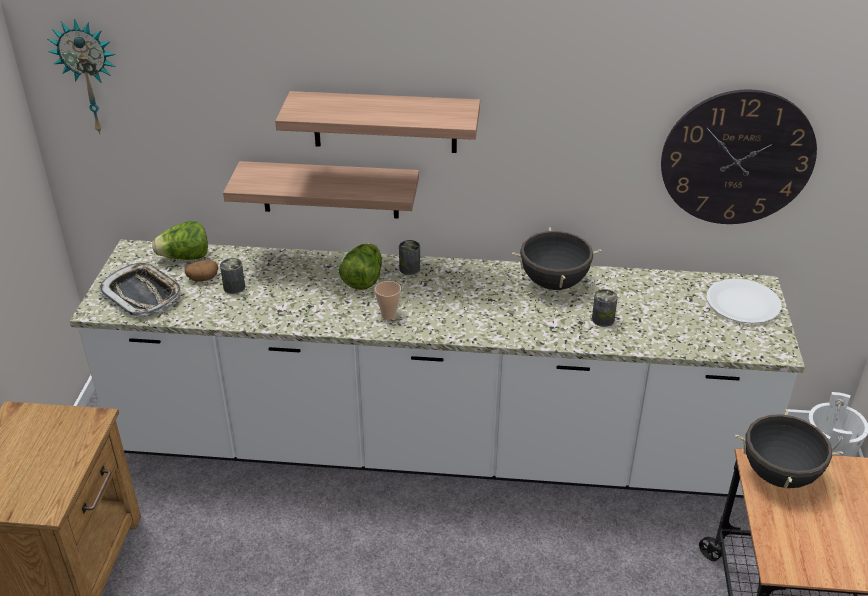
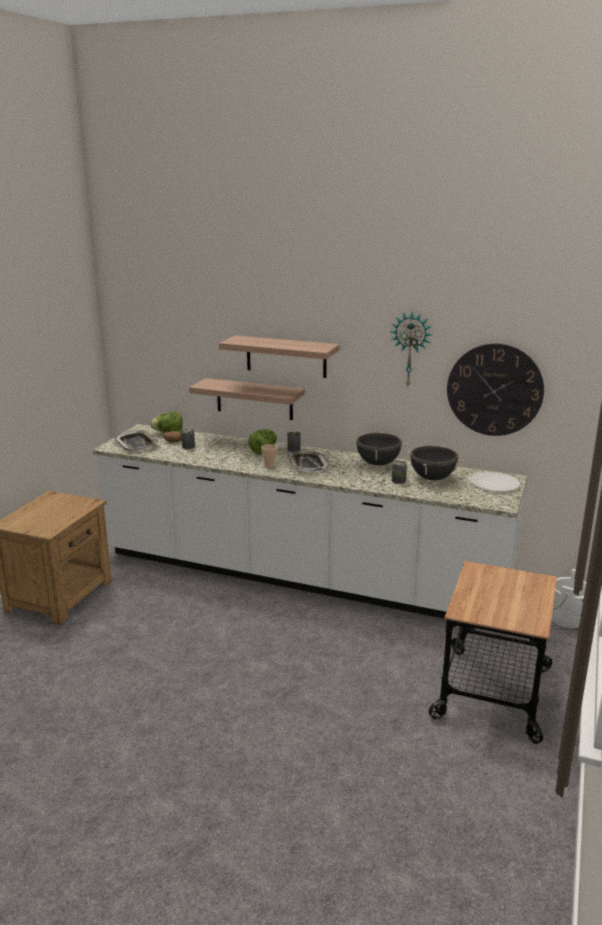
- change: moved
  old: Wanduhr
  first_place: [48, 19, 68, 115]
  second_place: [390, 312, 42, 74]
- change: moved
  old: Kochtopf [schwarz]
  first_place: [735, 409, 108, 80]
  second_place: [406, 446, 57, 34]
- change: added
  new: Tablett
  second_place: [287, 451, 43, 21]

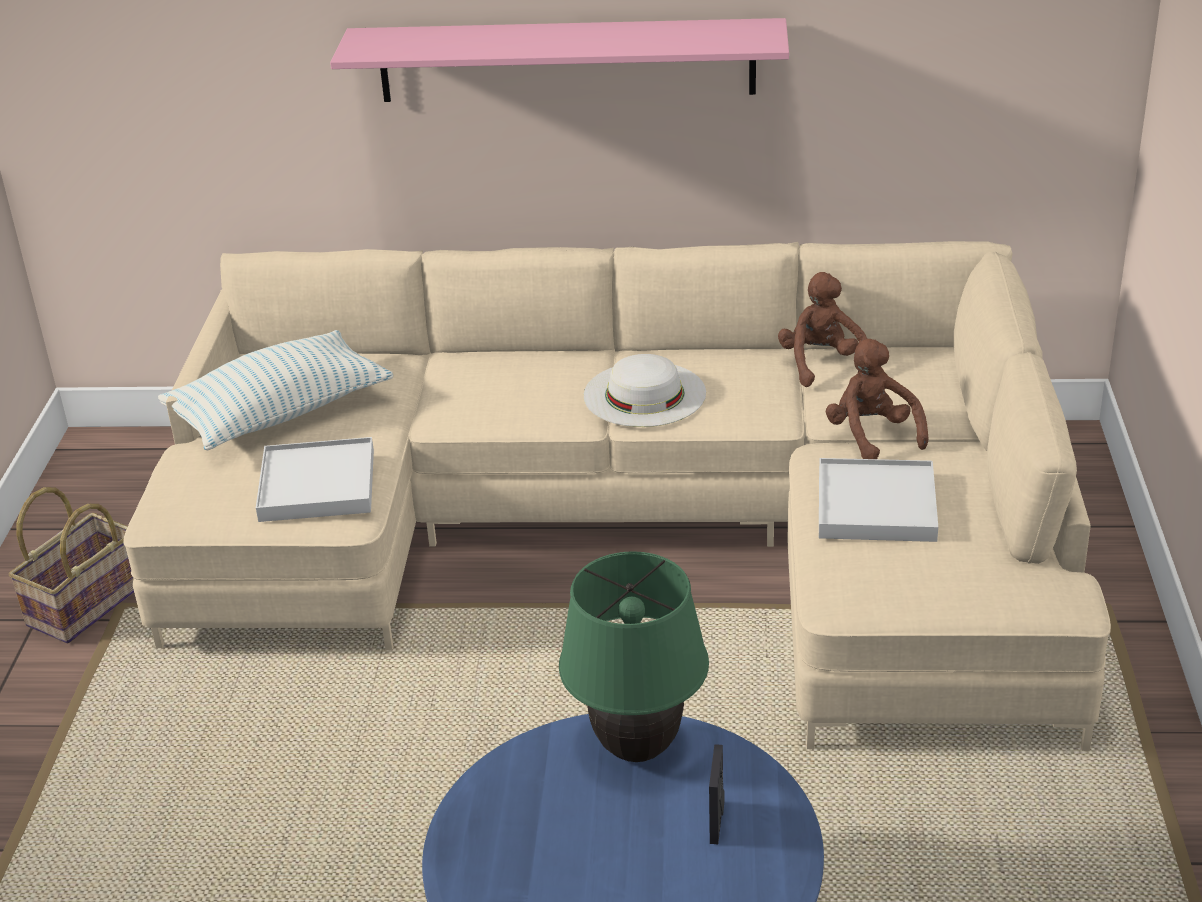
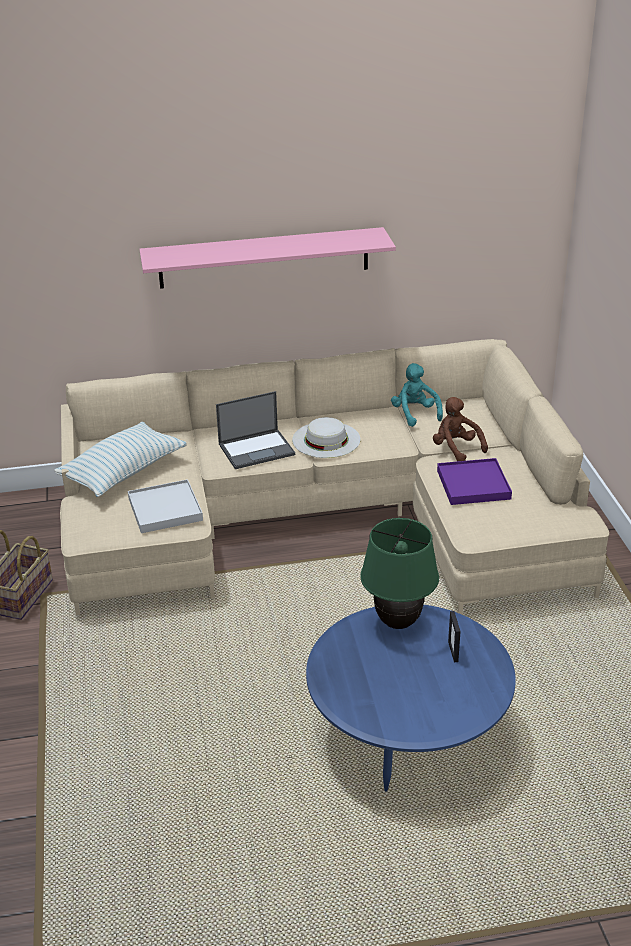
- change: recoloured
  old: Plüschtier [braun]
  new: Plüschtier [türkis]
  first_place: [778, 272, 89, 115]
  second_place: [391, 363, 52, 64]
- change: recoloured
  old: Tablett [weiß]
  new: Tablett [lila]
  first_place: [819, 458, 119, 84]
  second_place: [437, 458, 75, 47]
- change: added
  new: Laptop
  second_place: [216, 391, 79, 78]

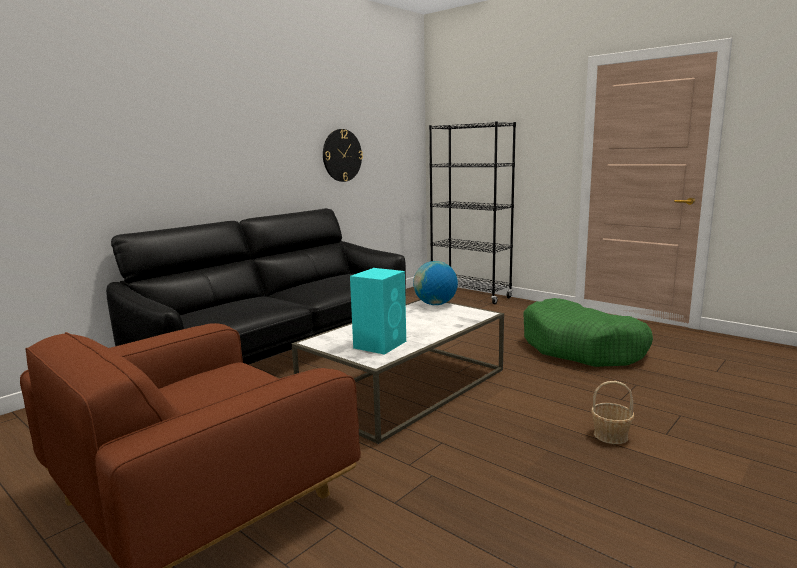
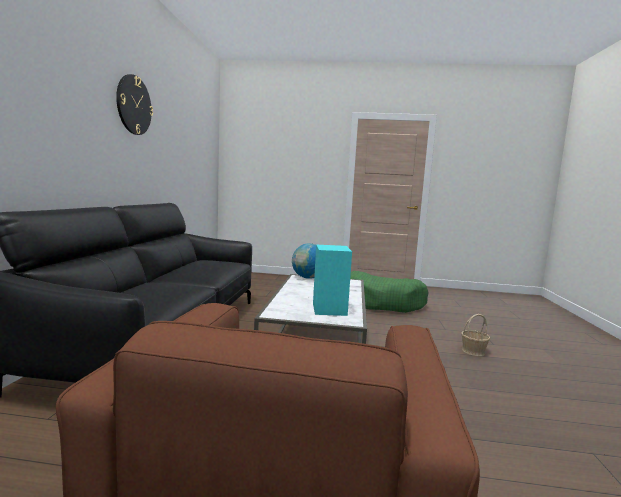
- change: moved
  old: Wanduhr
  first_place: [323, 129, 40, 53]
  second_place: [116, 74, 37, 61]
- change: removed
  old: Bücherregal [schwarz]
  first_place: [429, 121, 87, 183]

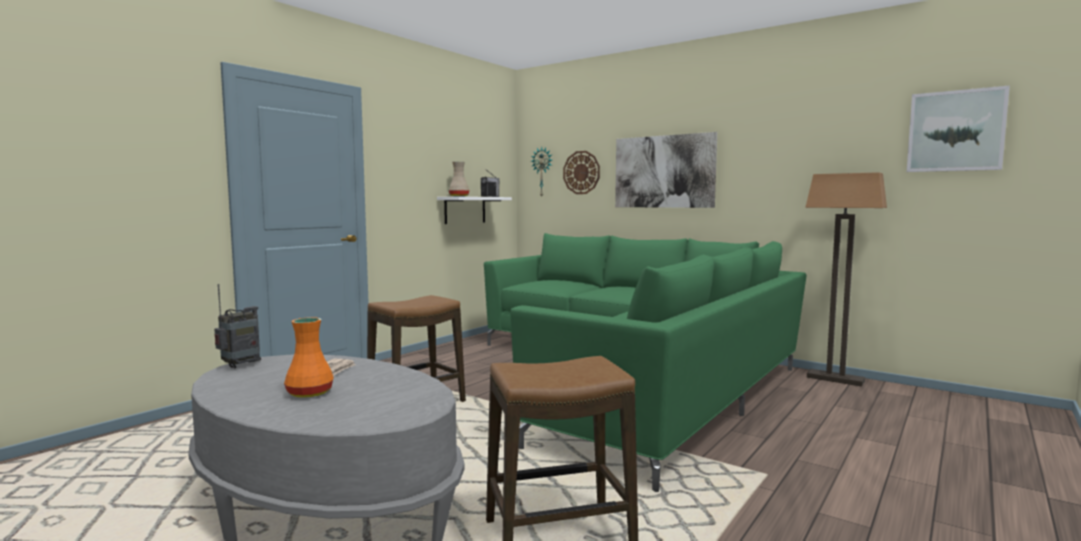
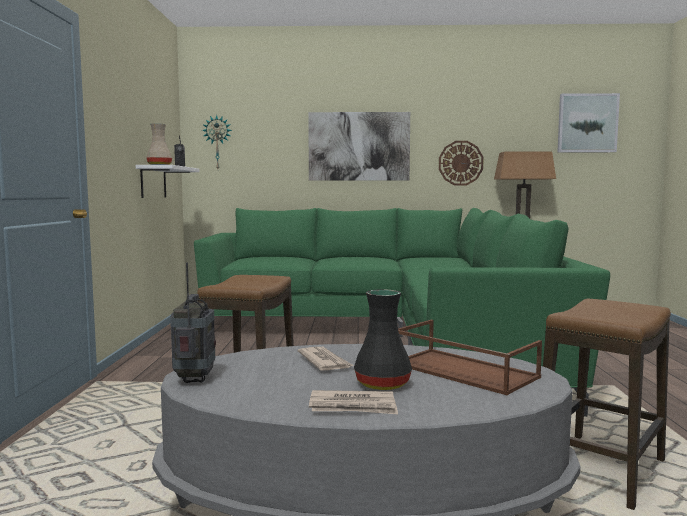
- change: recoloured
  old: Vase [orange]
  new: Vase [schwarz]
  first_place: [284, 317, 50, 81]
  second_place: [354, 289, 58, 101]
- change: moved
  old: Wanduhr
  first_place: [563, 151, 37, 43]
  second_place: [439, 141, 45, 45]
- change: added
  new: Zeitung
  second_place: [309, 390, 89, 24]
- change: added
  new: Tablett [braun]
  second_place: [398, 320, 144, 75]

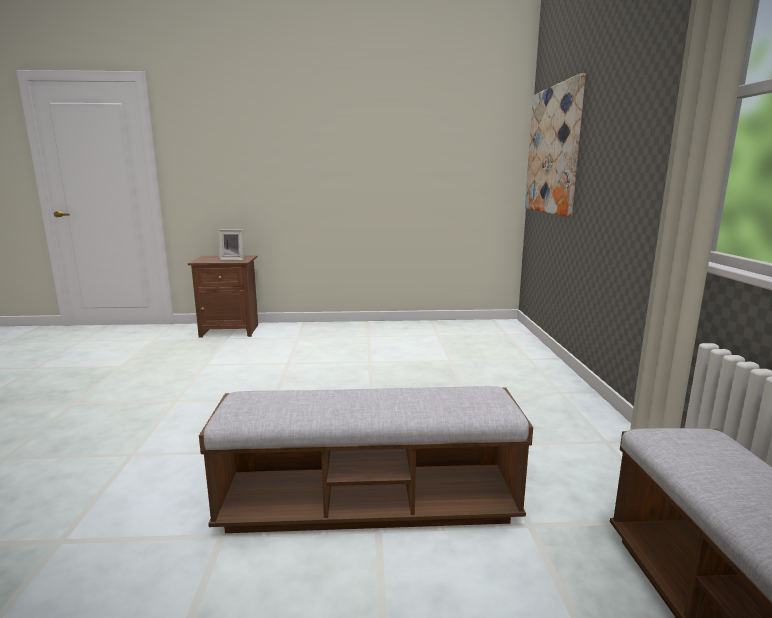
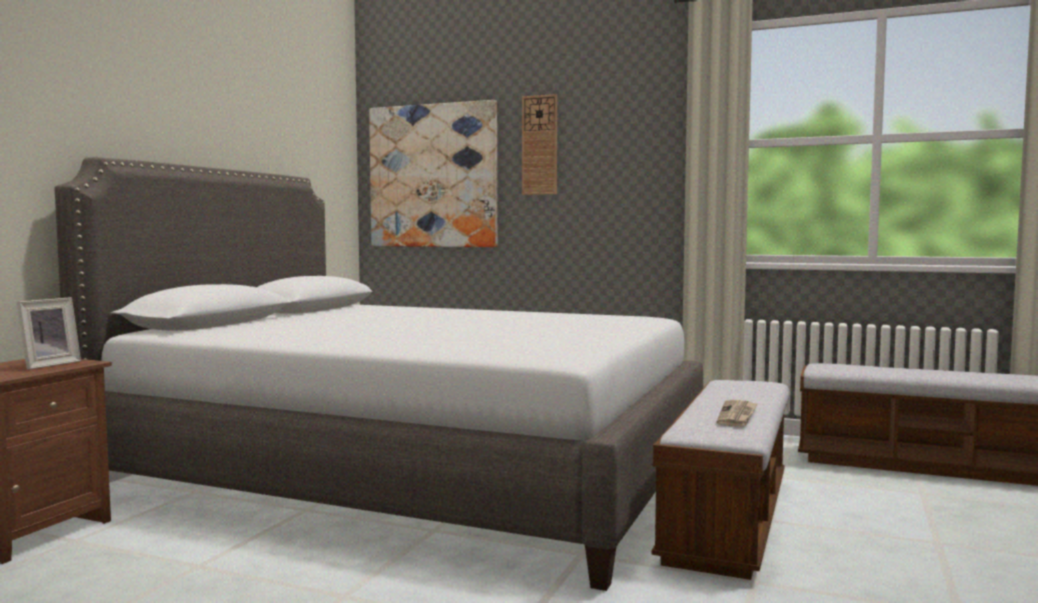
- change: added
  new: Bett [grau]
  second_place: [54, 157, 649, 434]
- change: added
  new: Wanduhr
  second_place: [522, 94, 35, 101]
- change: added
  new: Zeitung
  second_place: [716, 400, 42, 27]

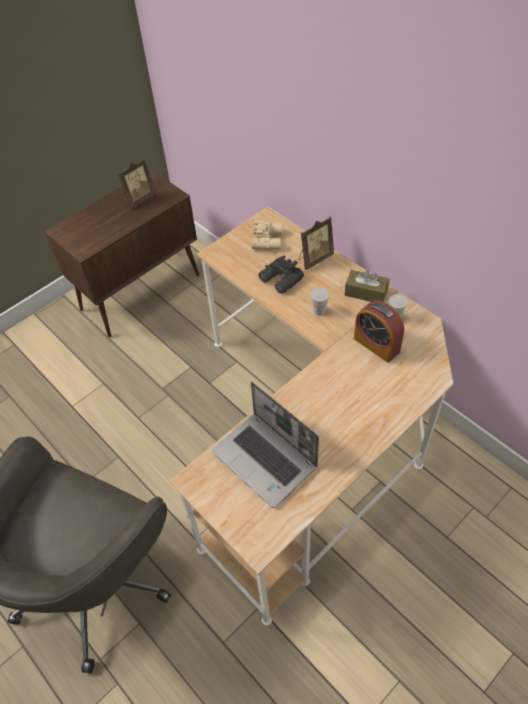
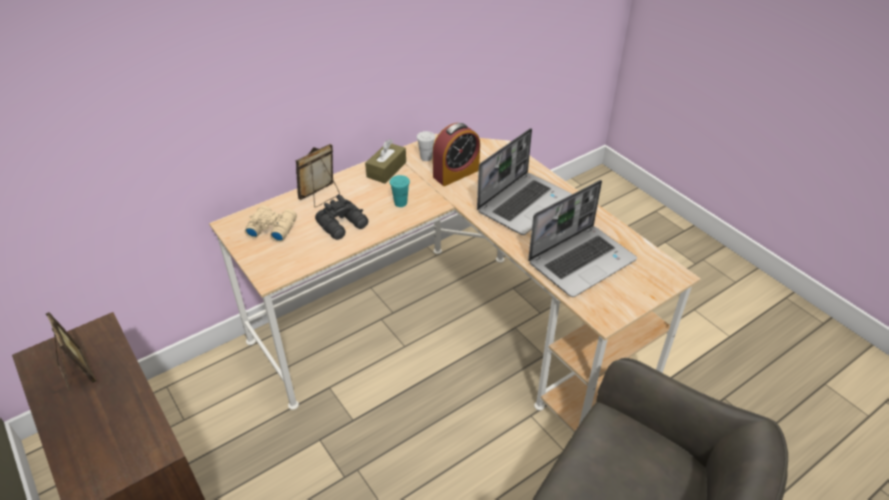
- change: turned
  old: Bilderrahmen
  first_place: [299, 217, 35, 53]
  second_place: [296, 144, 44, 64]
  degrees: -105
- change: recoloured
  old: Tasse [weiß]
  new: Tasse [türkis]
  first_place: [311, 288, 19, 28]
  second_place: [390, 175, 20, 32]
- change: added
  new: Laptop
  second_place: [477, 128, 95, 107]

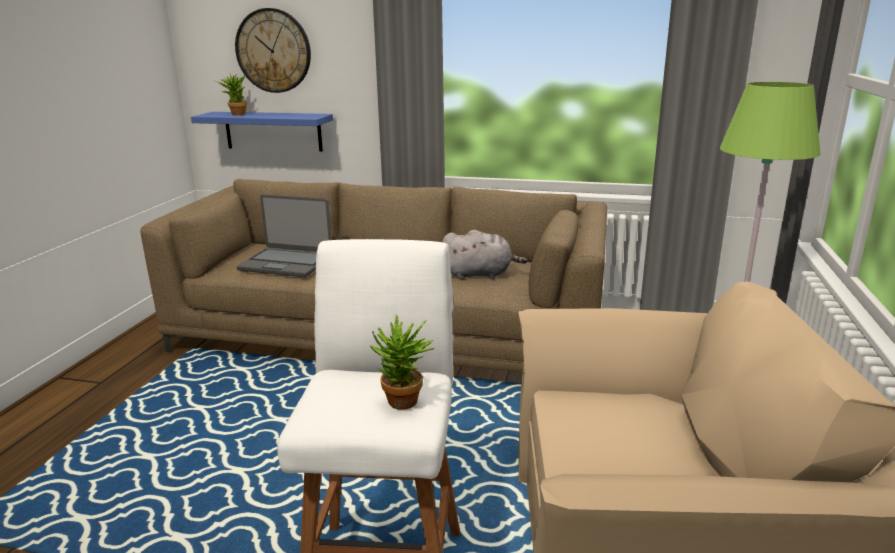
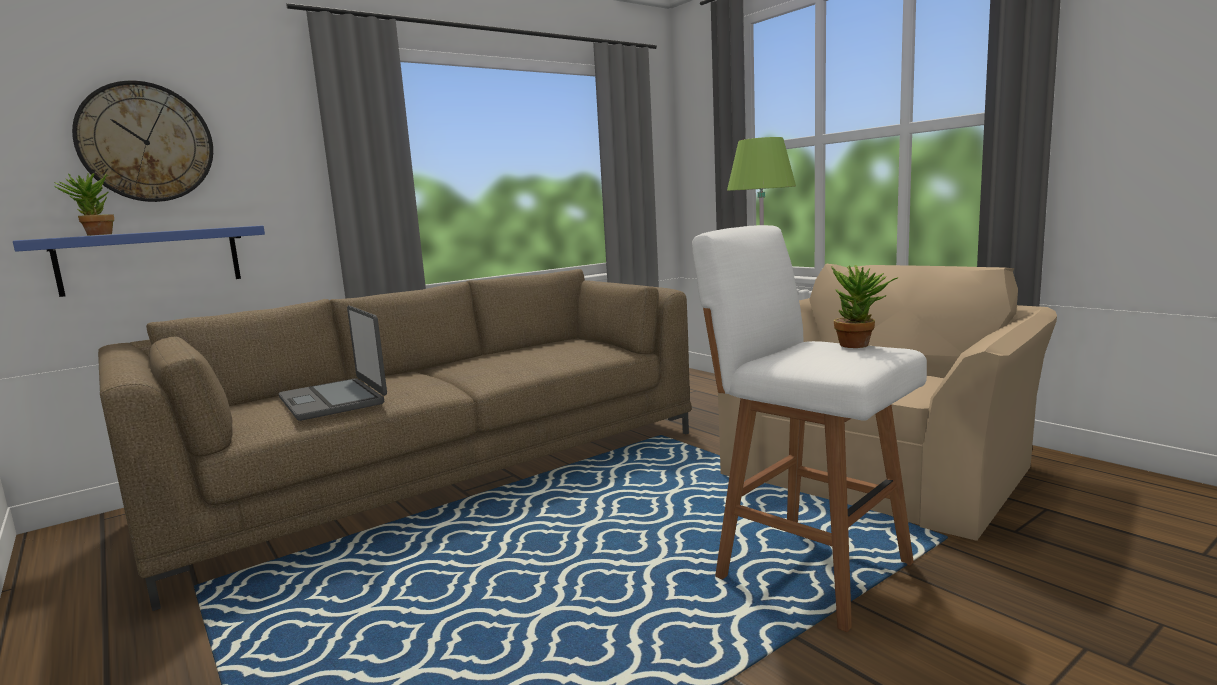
- change: turned
  old: Laptop
  first_place: [236, 194, 96, 83]
  second_place: [278, 305, 109, 116]
  degrees: 90
- change: removed
  old: Plüschtier [grau]
  first_place: [442, 230, 85, 49]

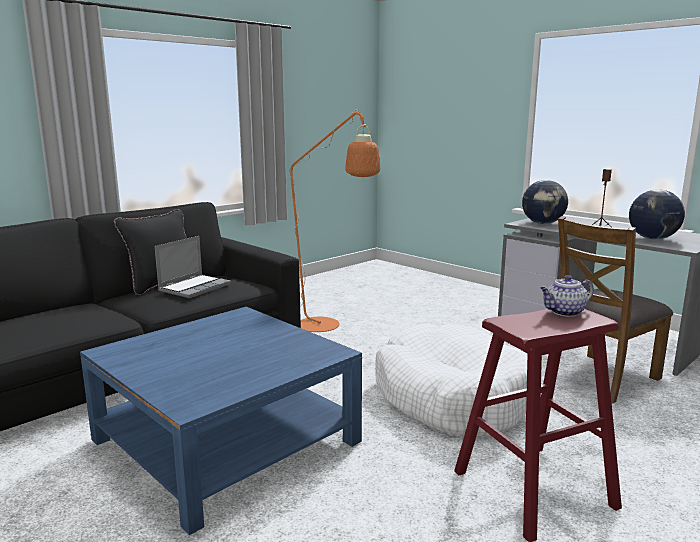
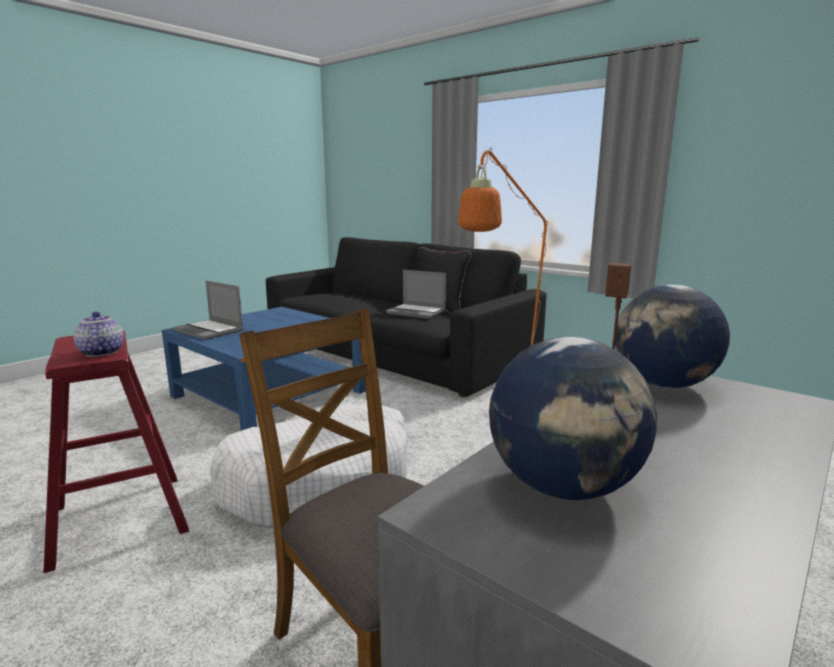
- change: added
  new: Laptop
  second_place: [173, 281, 70, 59]

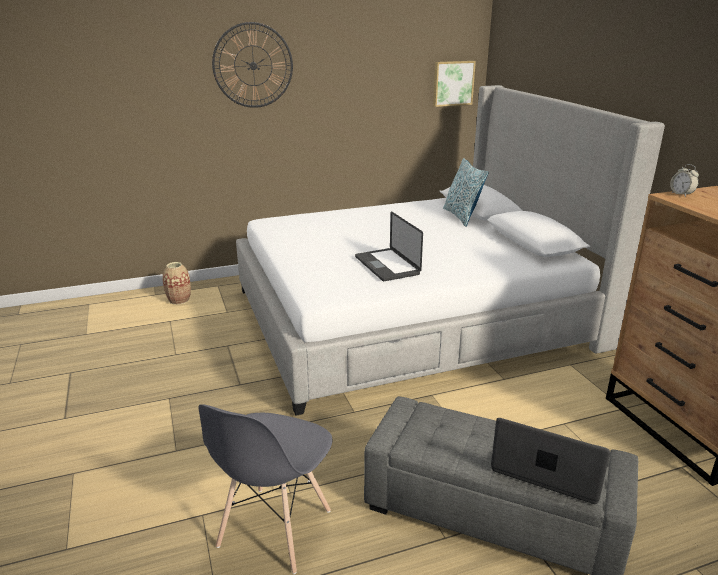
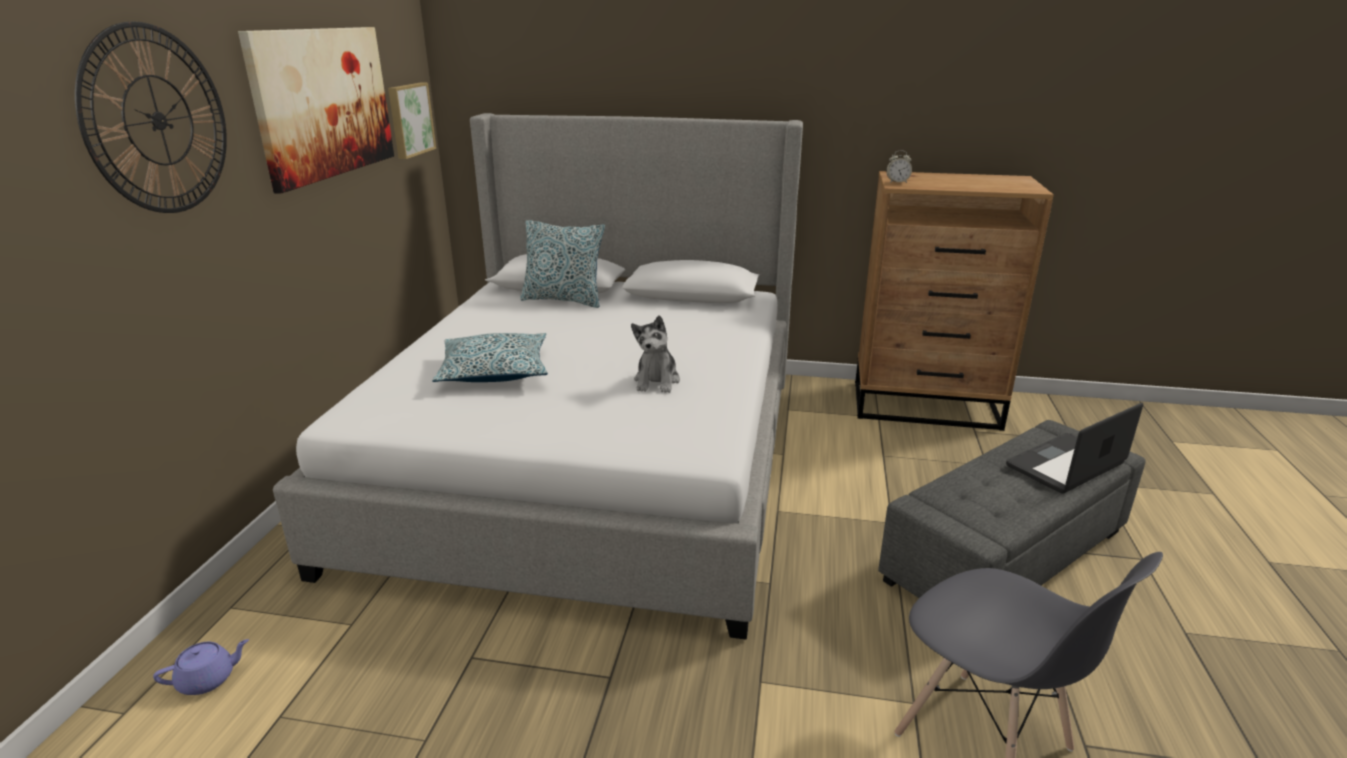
- change: replaced
  old: Vase
  new: Teekanne [lila]
  first_place: [162, 262, 29, 43]
  second_place: [153, 639, 96, 56]
- change: replaced
  old: Laptop
  new: Plüschtier
  first_place: [355, 211, 68, 70]
  second_place: [631, 315, 49, 78]
- change: added
  new: Bild
  second_place: [238, 27, 156, 167]
- change: added
  new: Kissen
  second_place: [432, 333, 116, 49]

